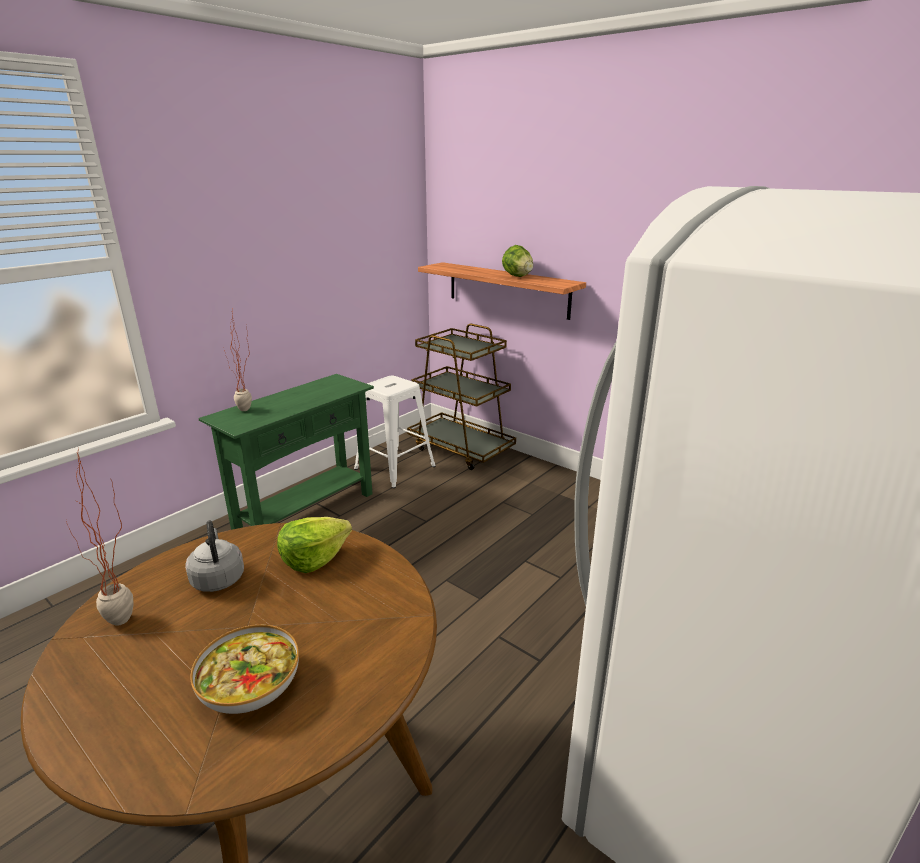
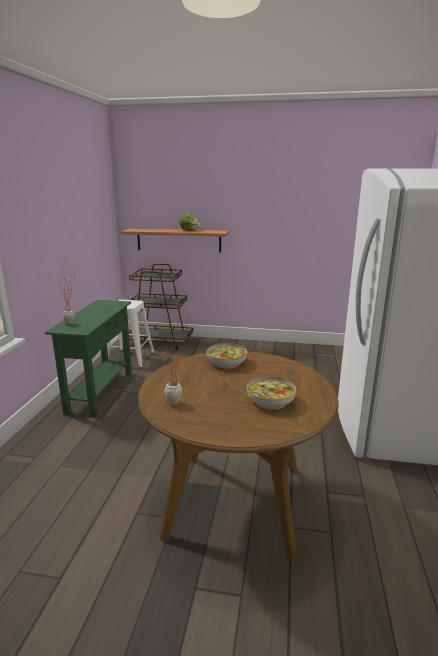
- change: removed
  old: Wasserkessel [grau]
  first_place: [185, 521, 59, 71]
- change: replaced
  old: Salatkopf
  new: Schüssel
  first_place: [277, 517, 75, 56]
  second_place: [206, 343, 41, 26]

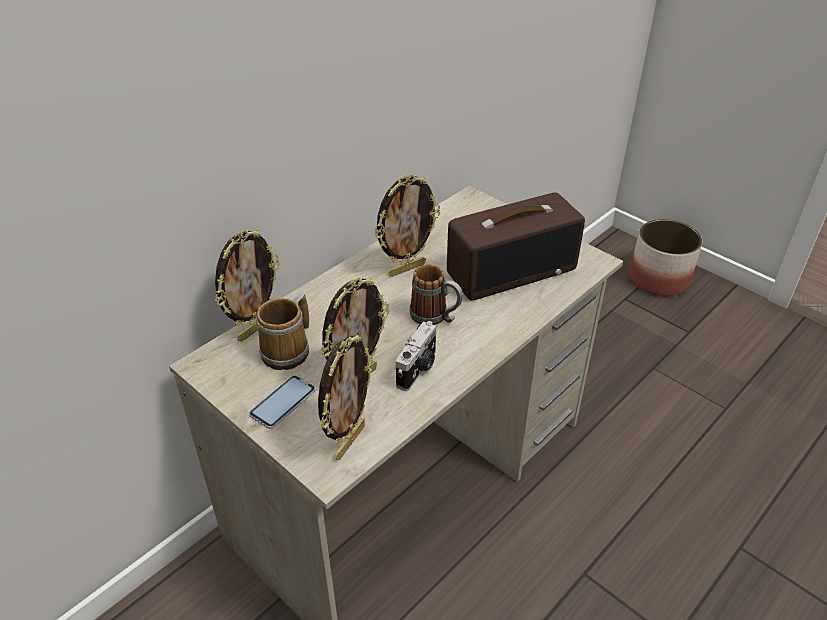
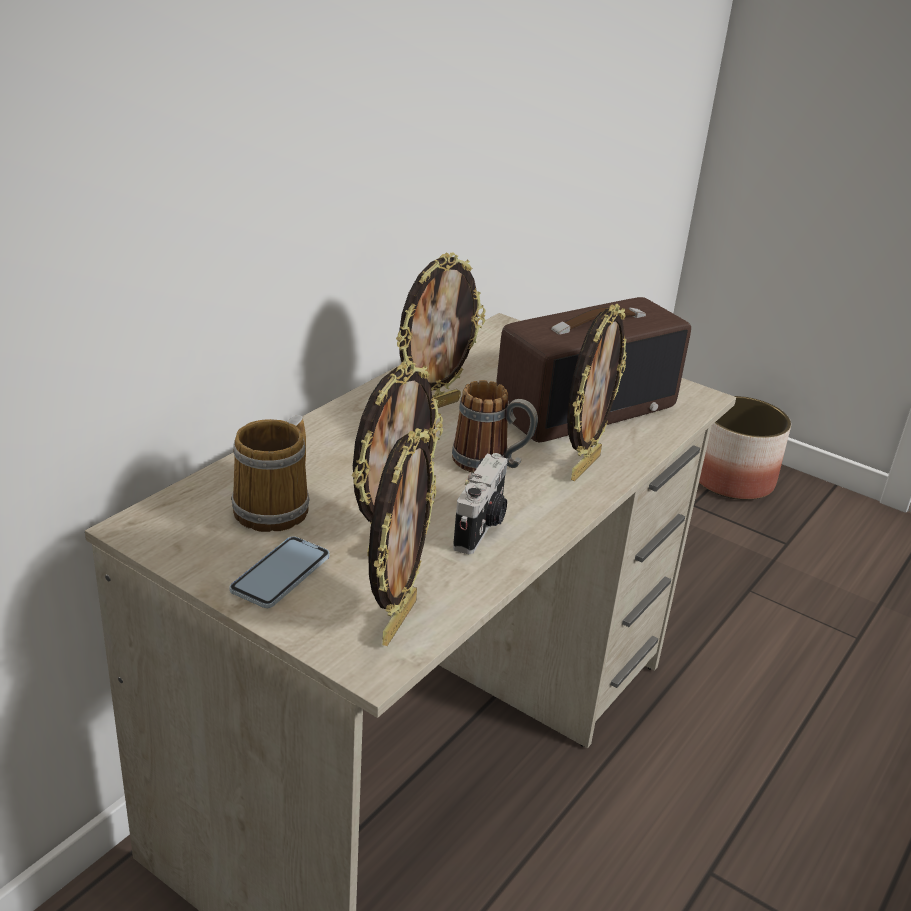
- change: moved
  old: Bilderrahmen
  first_place: [215, 230, 65, 112]
  second_place: [567, 304, 60, 177]

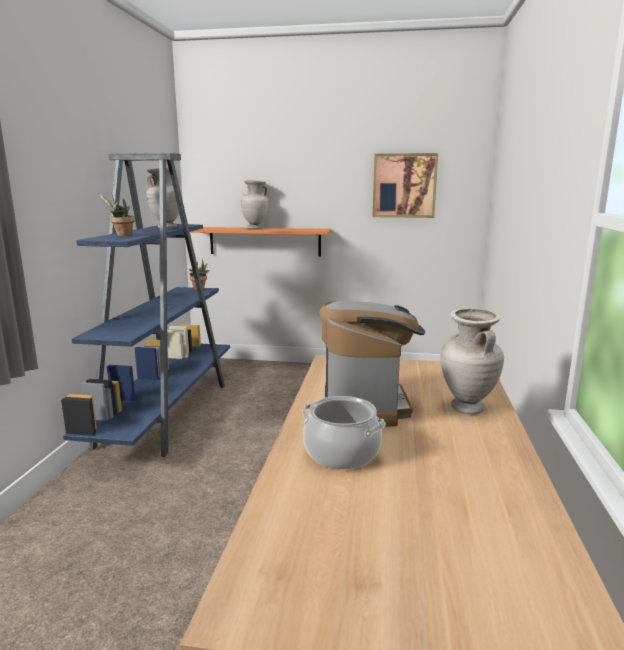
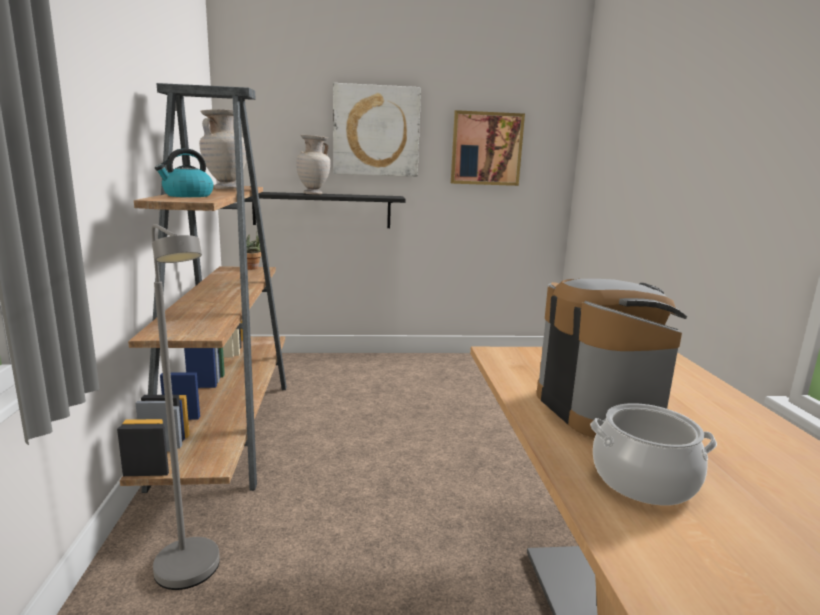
- change: recoloured
  old: Bücherregal [blau]
  new: Bücherregal [braun]
  first_place: [61, 153, 169, 304]
  second_place: [117, 83, 170, 410]
- change: replaced
  old: Topfpflanze
  new: Wasserkessel
  first_place: [98, 193, 37, 43]
  second_place: [155, 149, 58, 48]
- change: recoloured
  old: Wandregal [orange]
  new: Wandregal [schwarz]
  first_place: [191, 227, 140, 30]
  second_place: [252, 192, 154, 36]
- change: removed
  old: Vase [beige]
  first_place: [441, 308, 63, 106]
- change: added
  new: Stehlampe [grau]
  second_place: [152, 224, 68, 366]
- change: added
  new: Bild
  second_place: [333, 83, 88, 94]

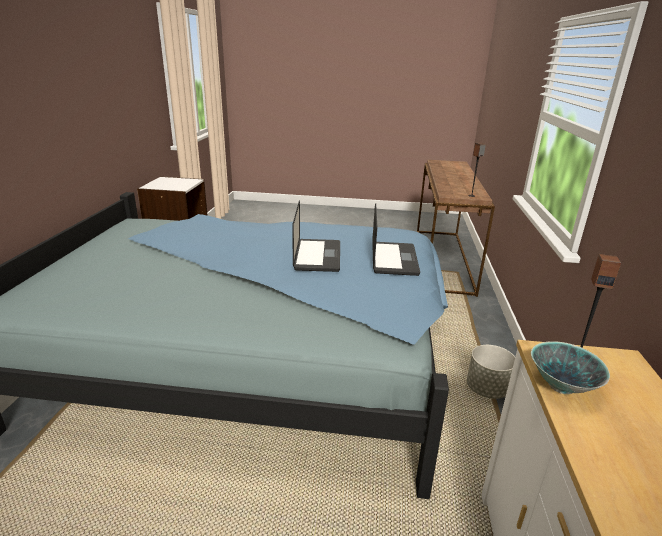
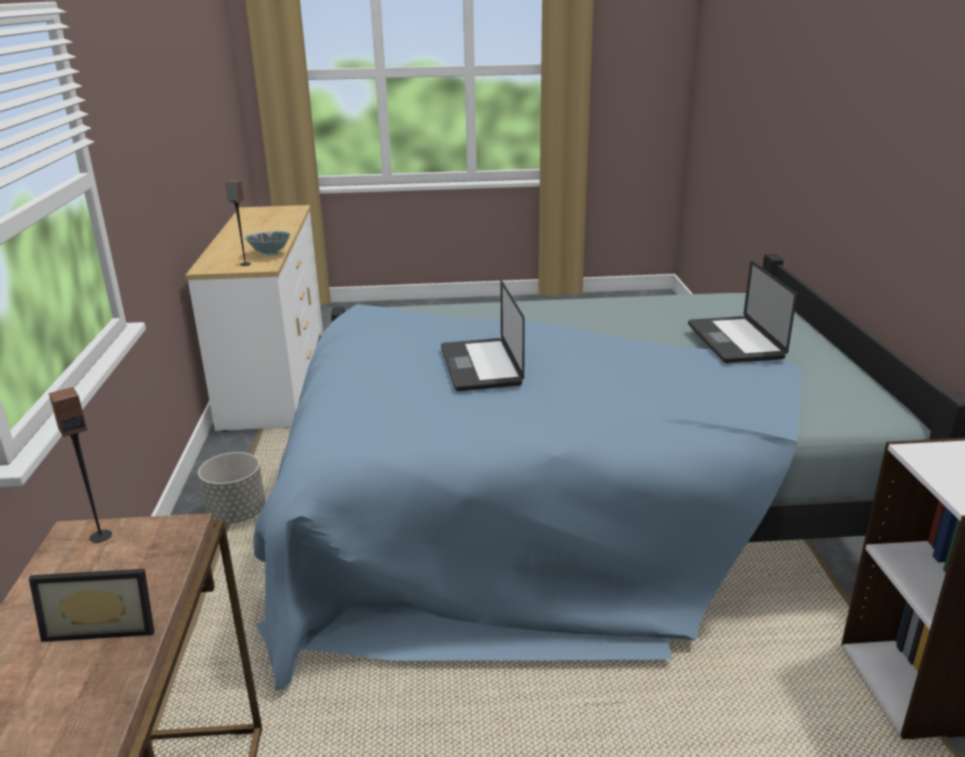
- change: moved
  old: Laptop
  first_place: [372, 204, 48, 72]
  second_place: [688, 261, 109, 102]
- change: added
  new: Bilderrahmen
  second_place: [29, 569, 125, 73]

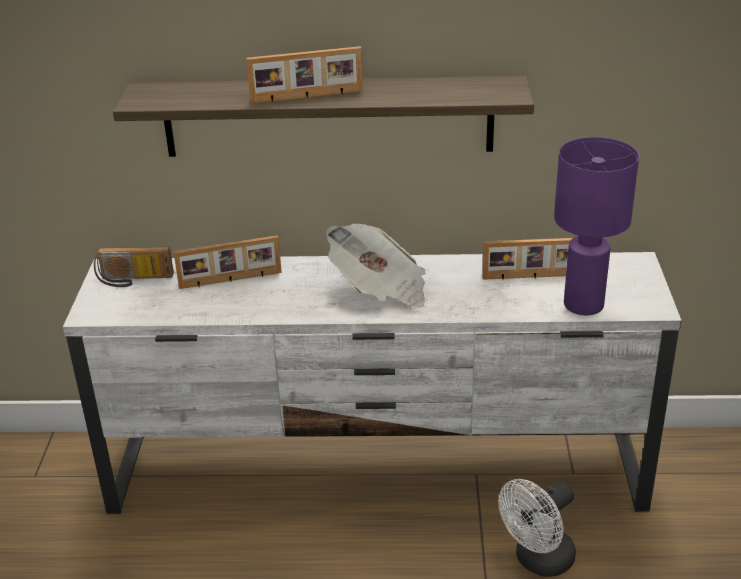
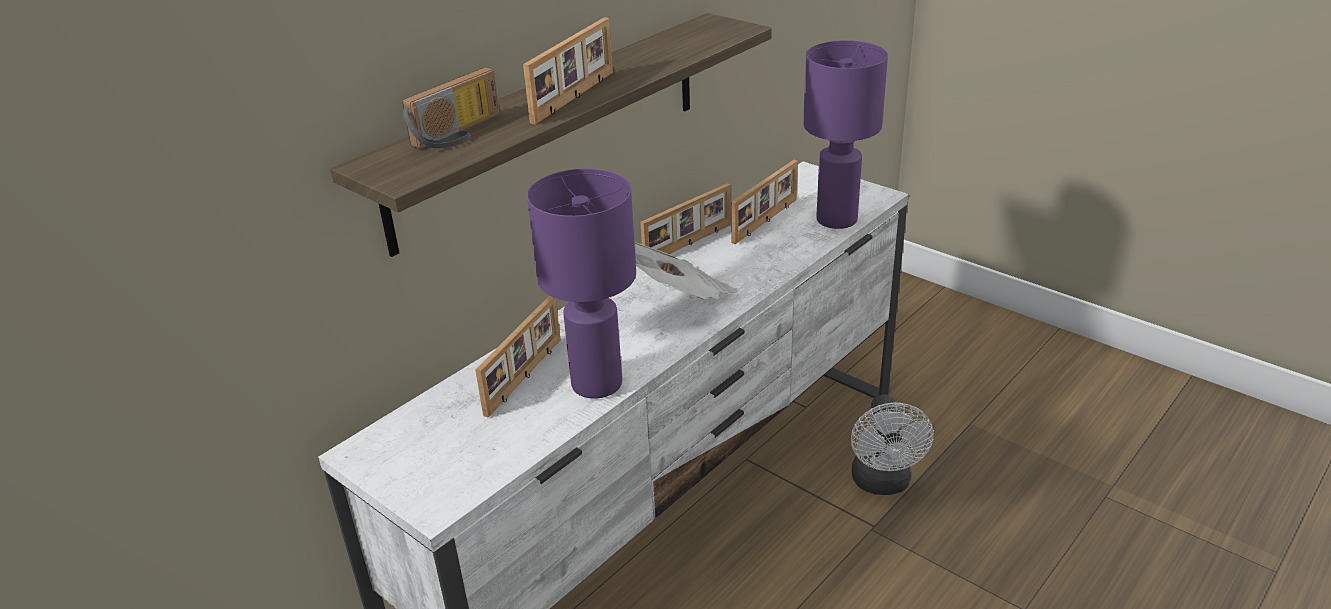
- change: moved
  old: Radio
  first_place: [94, 247, 80, 40]
  second_place: [402, 67, 98, 82]
- change: added
  new: Tischlampe [lila]
  second_place: [527, 169, 109, 230]
- change: added
  new: Bilderrahmen
  second_place: [640, 183, 91, 71]

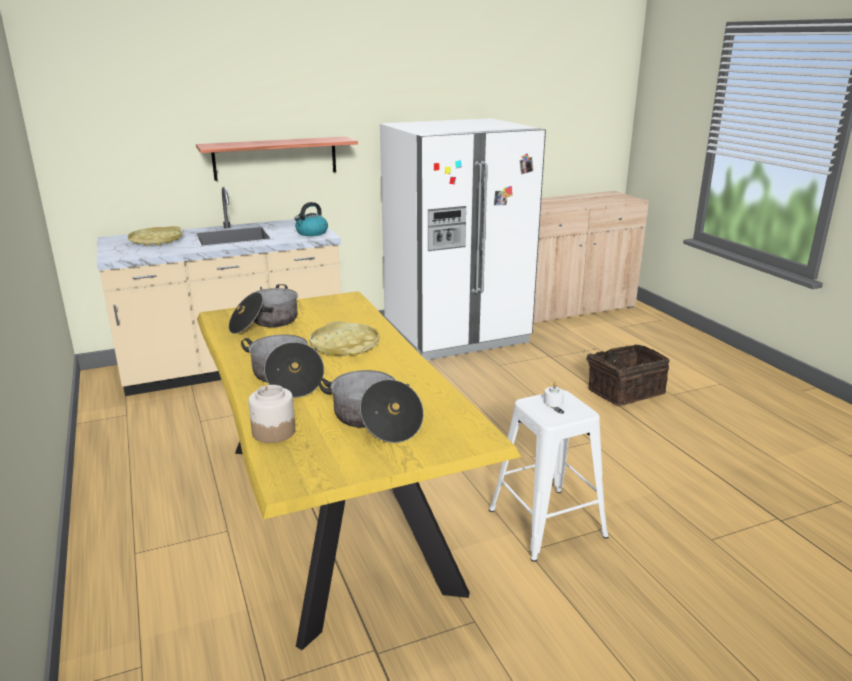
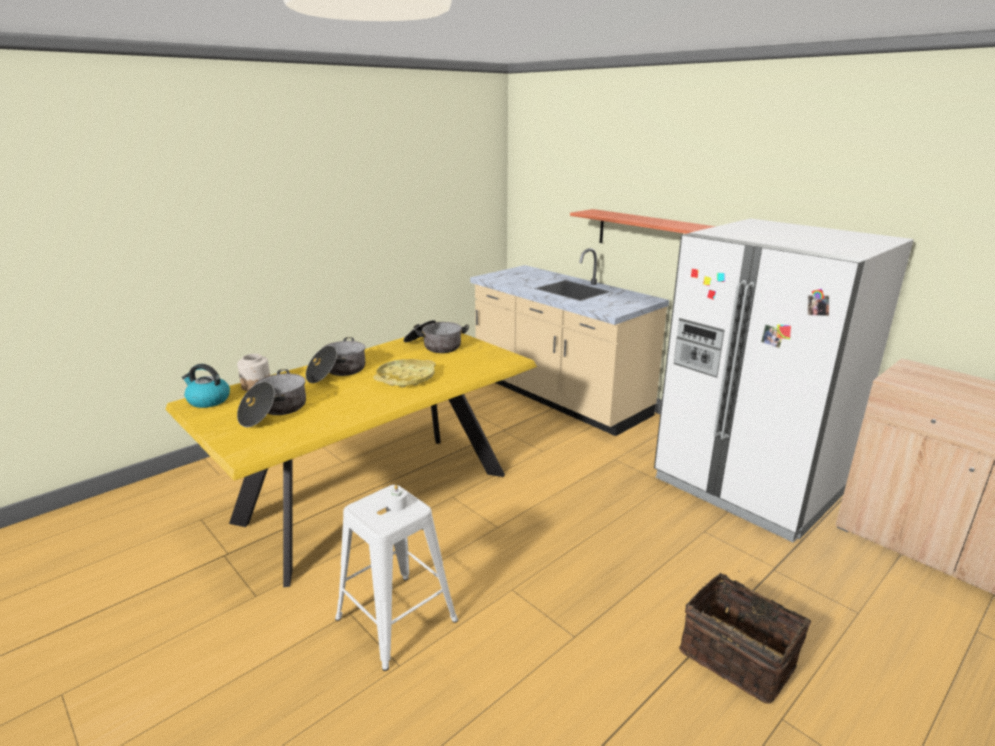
- change: removed
  old: Tablett [gelb]
  first_place: [128, 226, 55, 20]
- change: moved
  old: Wasserkessel
  first_place: [294, 202, 34, 34]
  second_place: [182, 364, 48, 44]

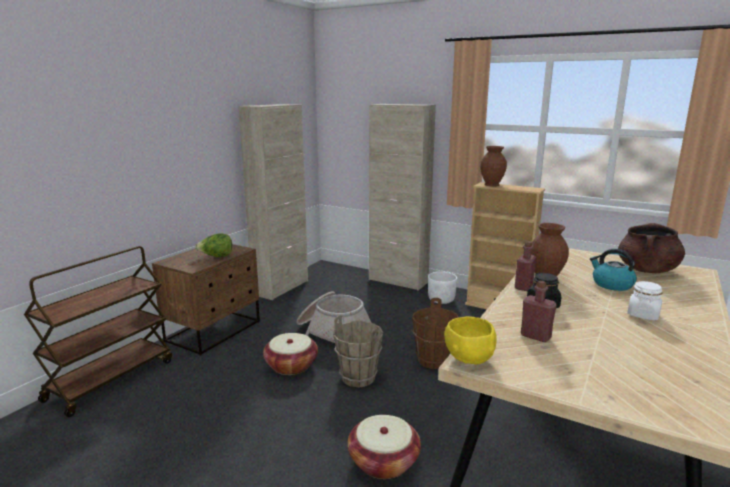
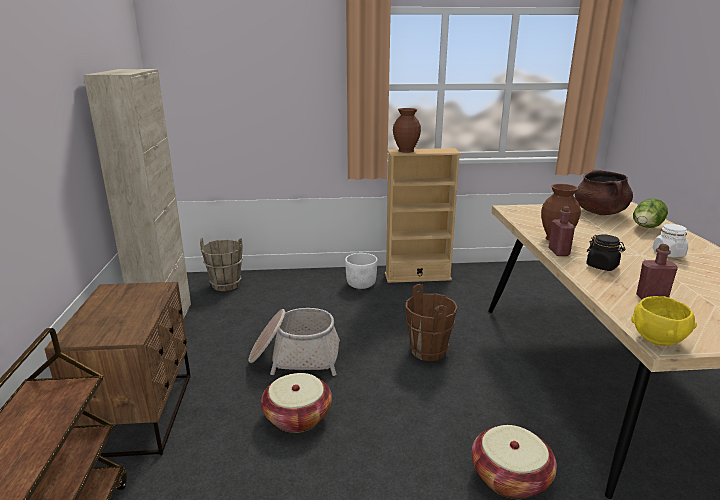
- change: moved
  old: Salatkopf
  first_place: [195, 234, 37, 23]
  second_place: [633, 199, 35, 29]
- change: moved
  old: Eimer [braun]
  first_place: [333, 315, 50, 72]
  second_place: [200, 238, 43, 53]
- change: removed
  old: Schrank [beige]
  first_place: [369, 104, 67, 187]
- change: removed
  old: Wasserkessel
  first_place: [590, 249, 47, 42]

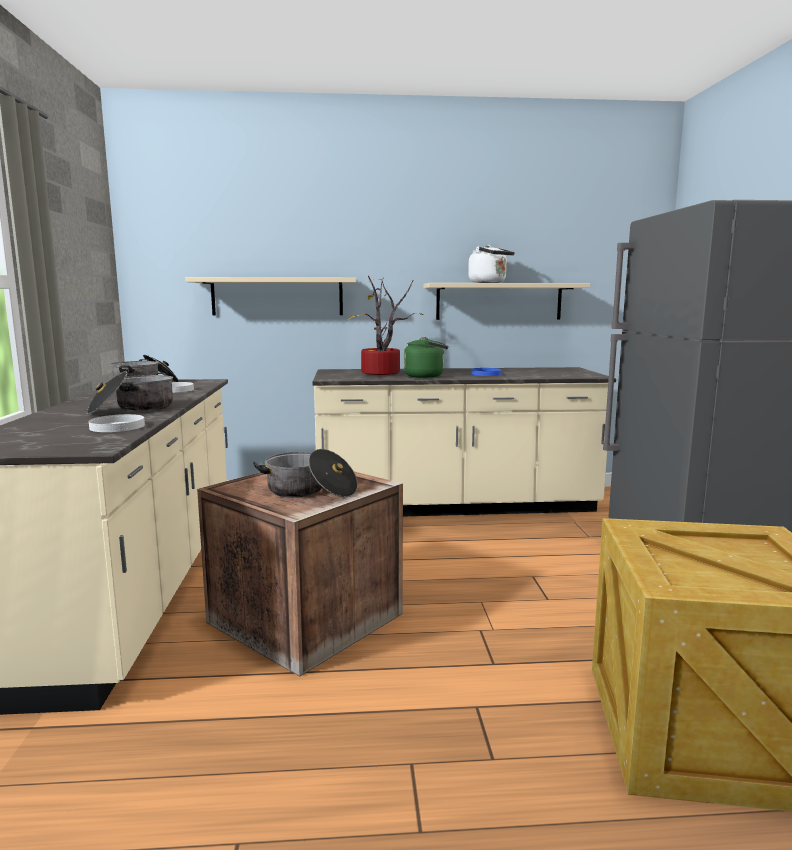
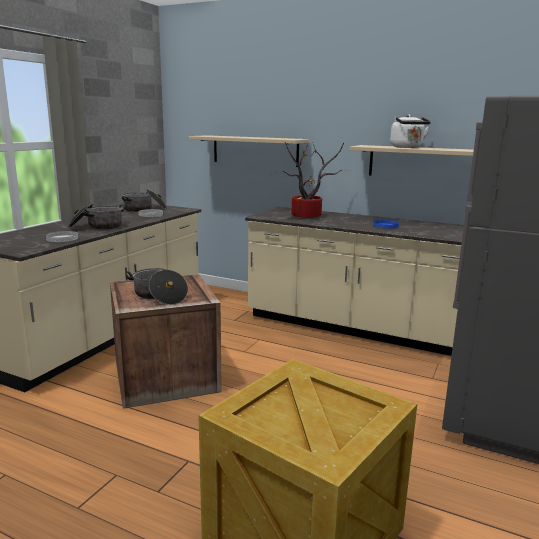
- change: removed
  old: Wasserkessel [grün]
  first_place: [404, 337, 44, 41]

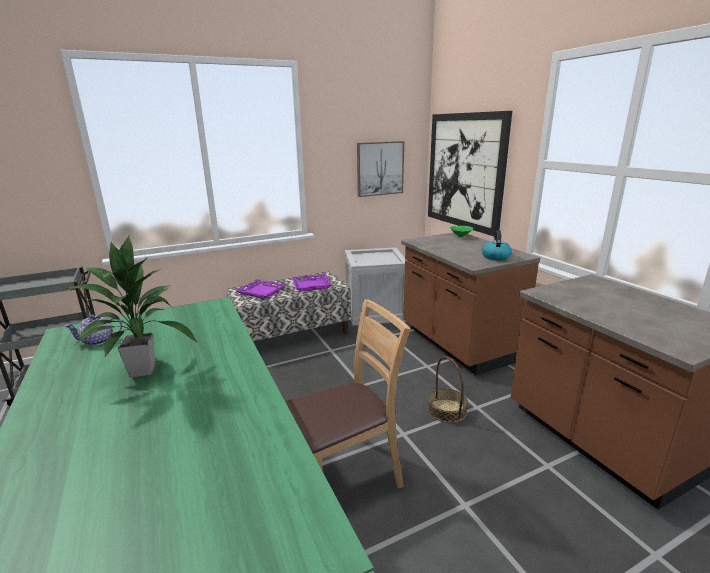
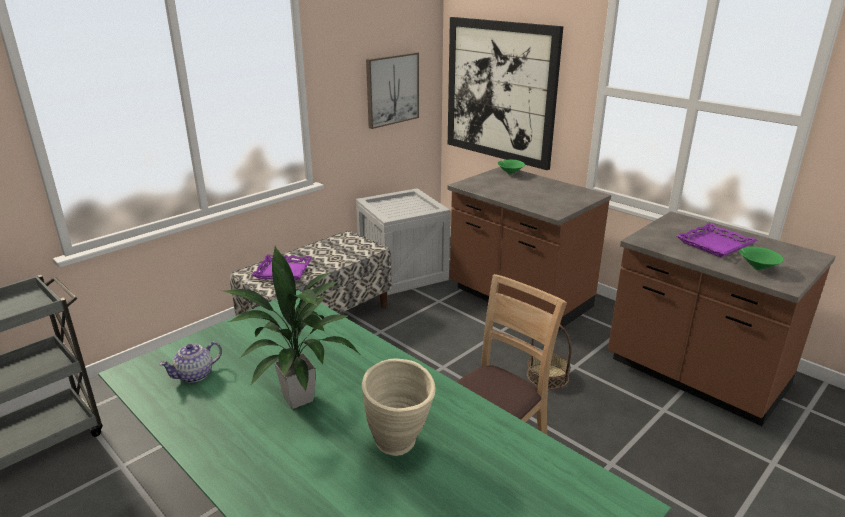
- change: moved
  old: Tablett [lila]
  first_place: [292, 274, 40, 18]
  second_place: [676, 223, 81, 34]
- change: removed
  old: Wasserkessel
  first_place: [482, 230, 30, 30]
- change: added
  new: Vase [beige]
  second_place: [362, 359, 74, 97]
- change: added
  new: Schüssel [grün]
  second_place: [739, 247, 45, 23]

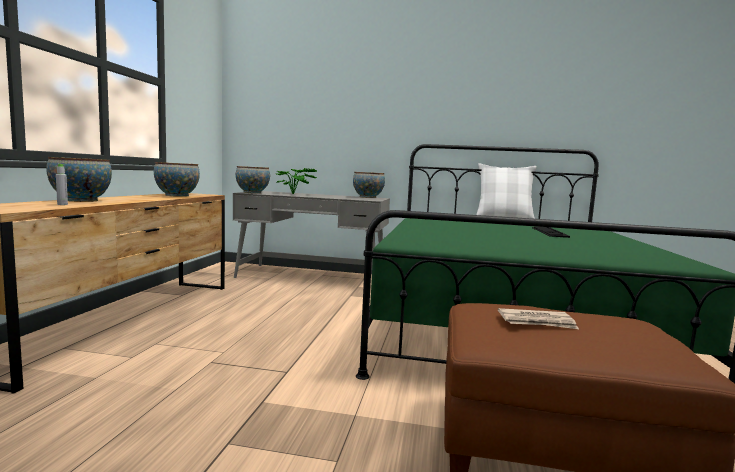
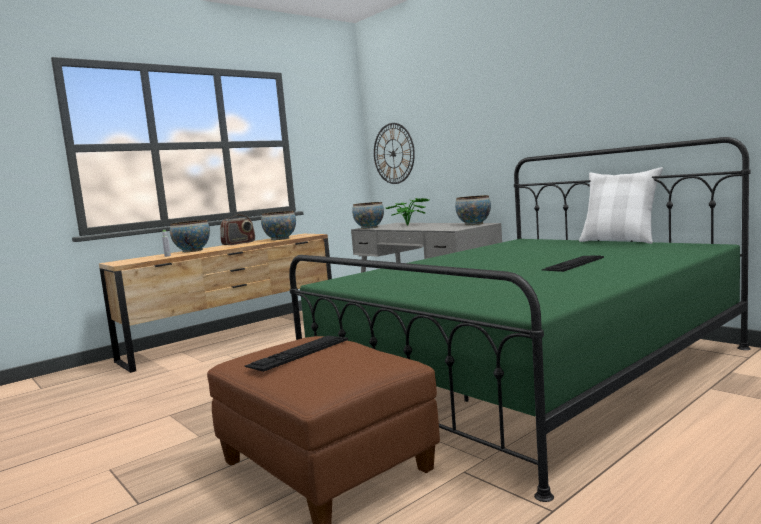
- change: replaced
  old: Zeitung
  new: Tastatur
  first_place: [498, 308, 81, 21]
  second_place: [245, 336, 103, 36]
- change: added
  new: Radio
  second_place: [220, 214, 35, 31]
- change: added
  new: Wanduhr
  second_place: [374, 123, 41, 61]

